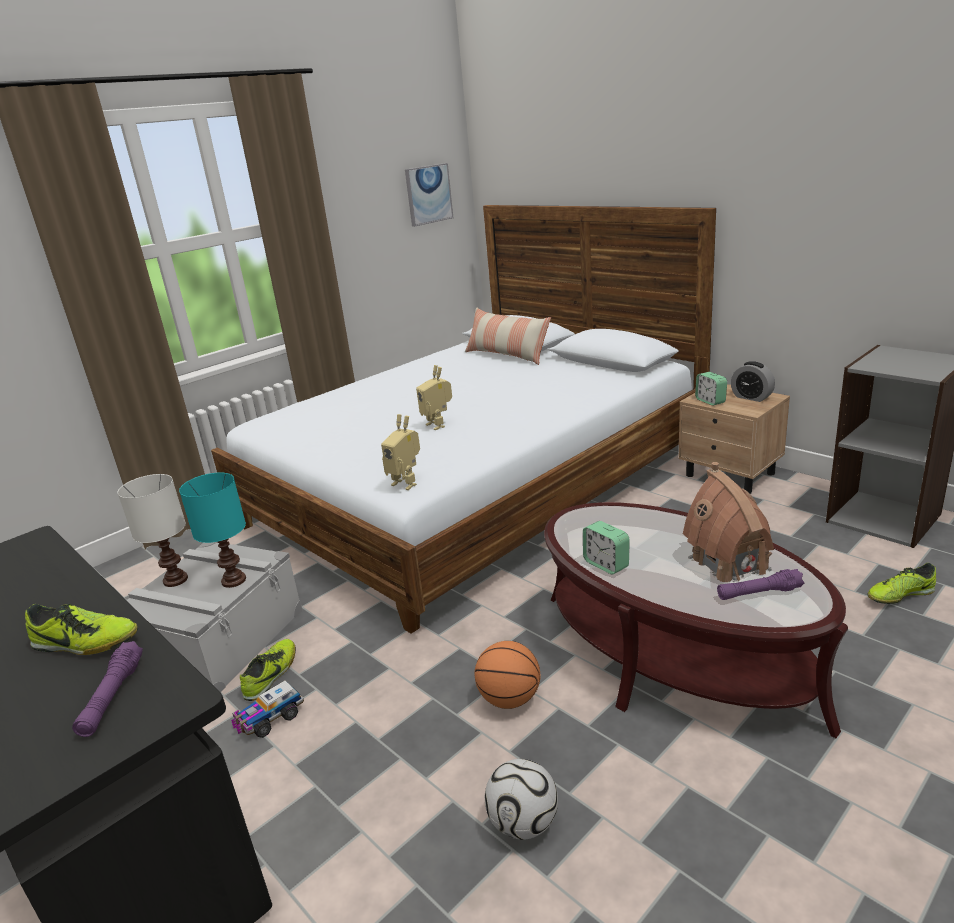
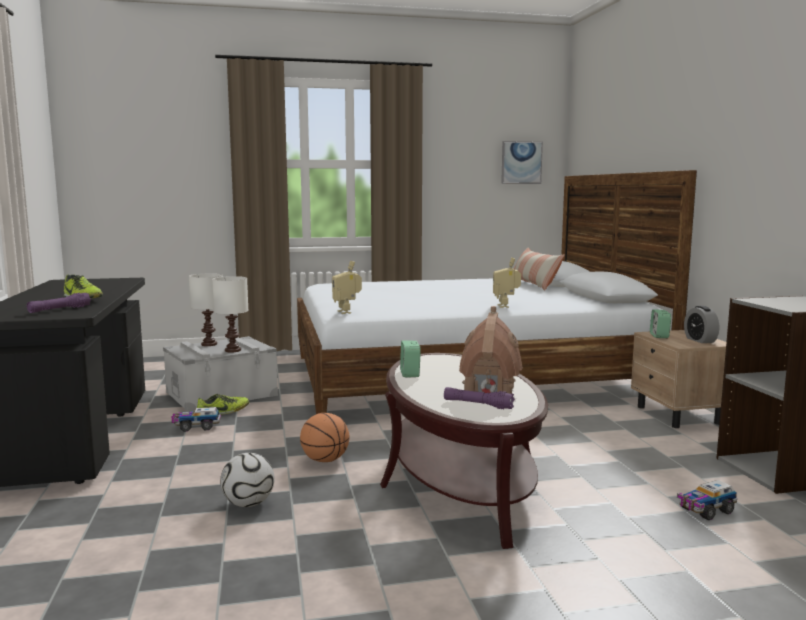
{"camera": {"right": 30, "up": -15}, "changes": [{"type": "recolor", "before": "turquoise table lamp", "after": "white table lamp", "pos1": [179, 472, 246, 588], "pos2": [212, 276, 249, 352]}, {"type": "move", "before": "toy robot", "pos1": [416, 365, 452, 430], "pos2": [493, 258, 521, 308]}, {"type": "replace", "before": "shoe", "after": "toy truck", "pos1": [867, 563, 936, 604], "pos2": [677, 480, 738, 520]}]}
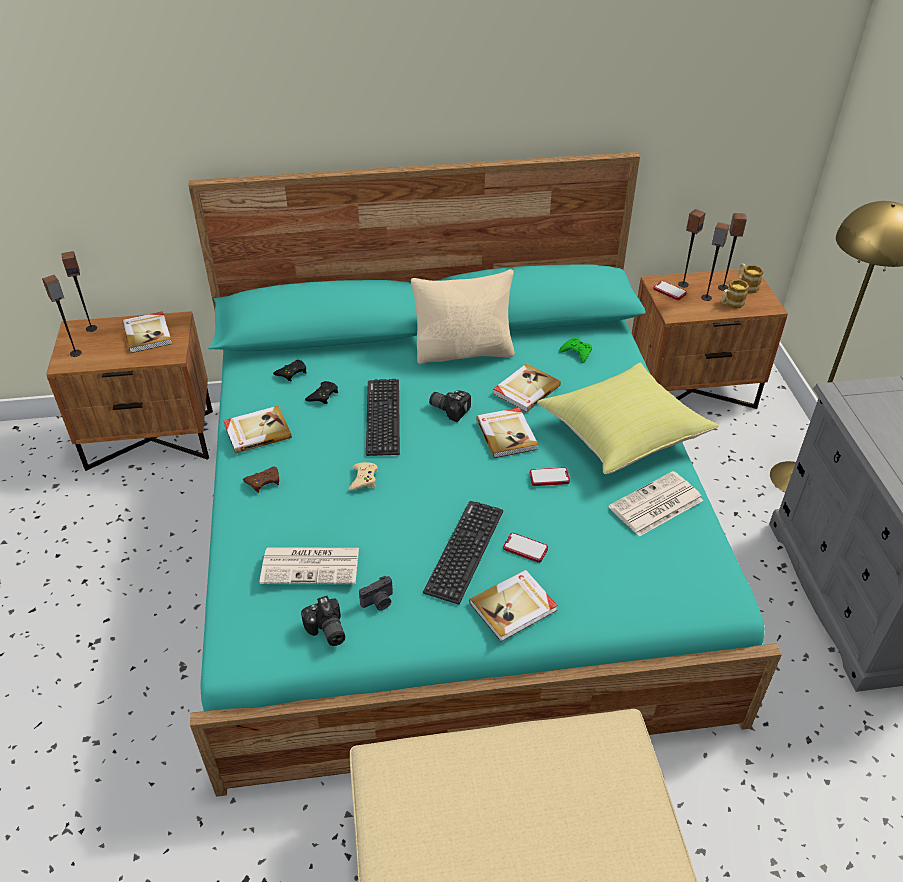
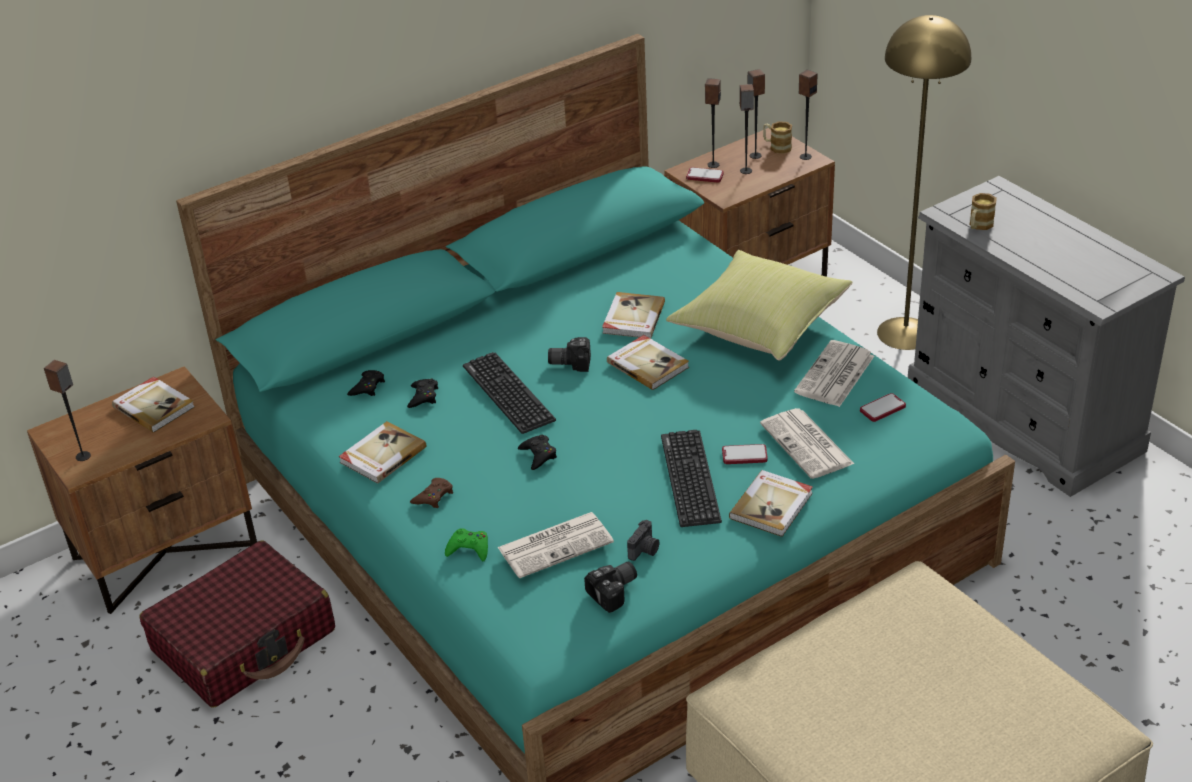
{"camera": {"right": -25, "up": -5}, "changes": [{"type": "move", "before": "speaker", "pos1": [61, 251, 97, 332], "pos2": [799, 70, 818, 160]}, {"type": "rotate", "before": "photo camera", "pos1": [301, 595, 345, 646], "pos2": [584, 562, 637, 613], "turn": -75}, {"type": "recolor", "before": "beige game controller", "after": "black game controller", "pos1": [348, 462, 378, 491], "pos2": [518, 435, 557, 470]}, {"type": "delete", "before": "beige pillow", "pos1": [411, 269, 515, 364]}, {"type": "move", "before": "phone", "pos1": [530, 467, 570, 486], "pos2": [860, 393, 906, 422]}, {"type": "move", "before": "green game controller", "pos1": [559, 337, 592, 363], "pos2": [445, 529, 488, 561]}, {"type": "move", "before": "mug", "pos1": [721, 279, 749, 309], "pos2": [970, 193, 997, 230]}, {"type": "insert", "after": "red suitcase", "pos2": [139, 540, 335, 707]}, {"type": "insert", "after": "newspaper", "pos2": [760, 408, 854, 479]}]}
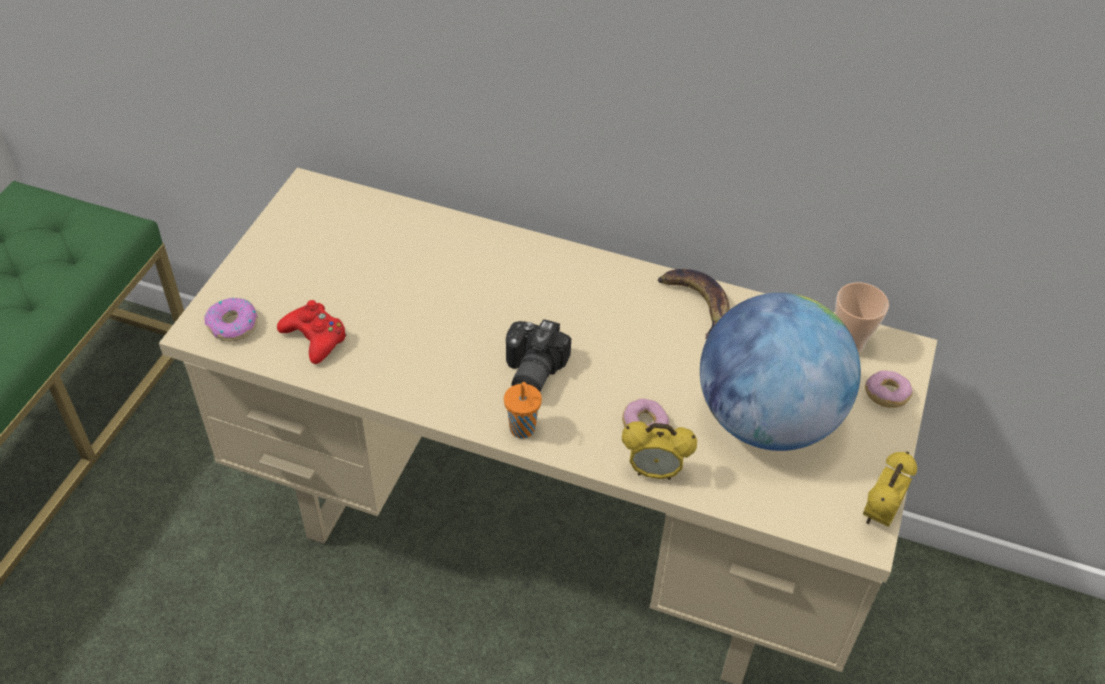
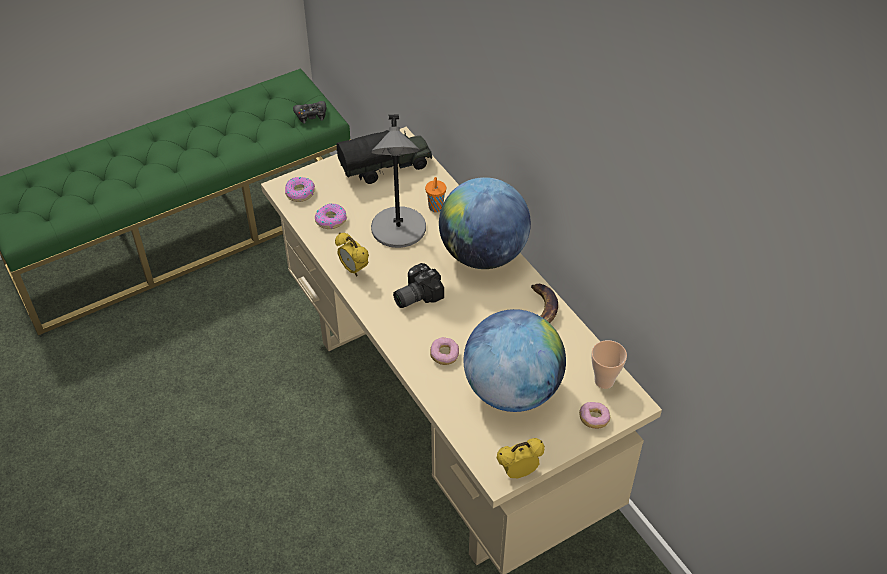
{"camera": {"right": 40, "up": 0}, "changes": [{"type": "replace", "before": "red game controller", "after": "donut", "pos1": [277, 300, 347, 364], "pos2": [315, 203, 347, 229]}, {"type": "move", "before": "orange cup", "pos1": [504, 382, 542, 439], "pos2": [425, 177, 446, 212]}, {"type": "move", "before": "alarm clock", "pos1": [622, 421, 697, 480], "pos2": [335, 233, 369, 276]}, {"type": "insert", "after": "black game controller", "pos2": [293, 101, 326, 124]}, {"type": "insert", "after": "toy truck", "pos2": [336, 130, 432, 184]}, {"type": "insert", "after": "grey table lamp", "pos2": [371, 114, 426, 248]}, {"type": "insert", "after": "globe", "pos2": [439, 177, 531, 269]}]}
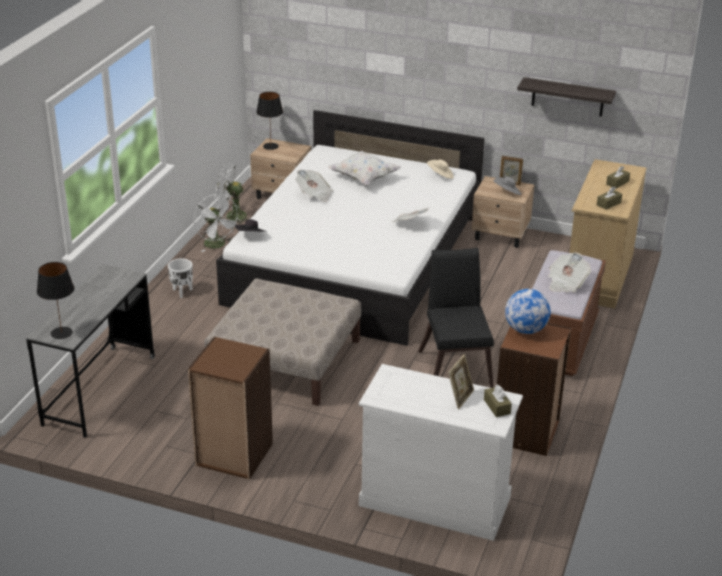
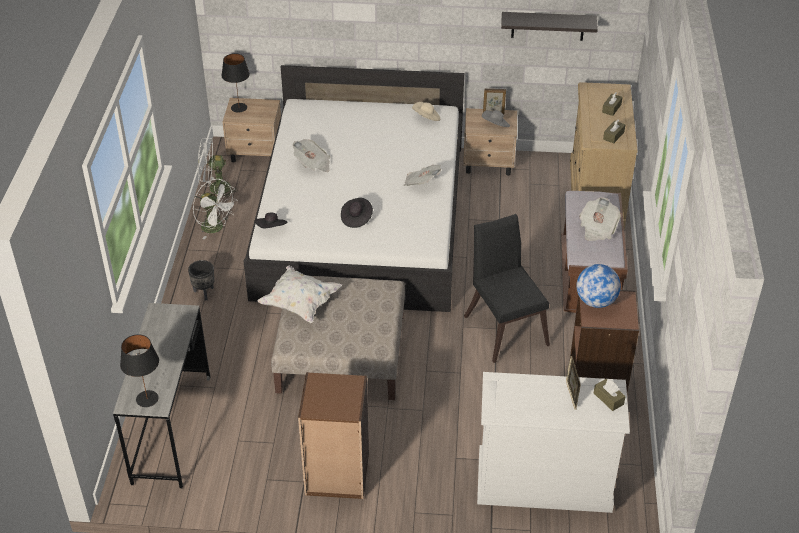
{"camera": {"right": -15, "up": 10}, "changes": [{"type": "recolor", "before": "white planter", "after": "black planter", "pos1": [168, 258, 193, 298], "pos2": [188, 260, 215, 301]}, {"type": "move", "before": "white pillow", "pos1": [328, 151, 402, 186], "pos2": [257, 266, 342, 323]}, {"type": "insert", "after": "black hat", "pos2": [341, 198, 373, 228]}]}
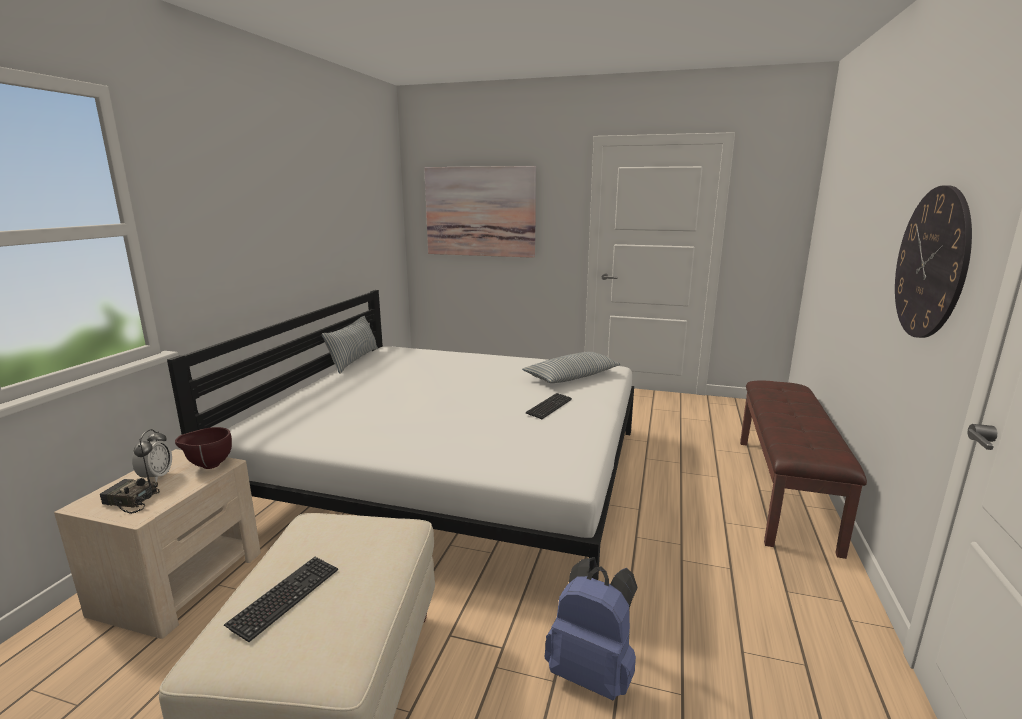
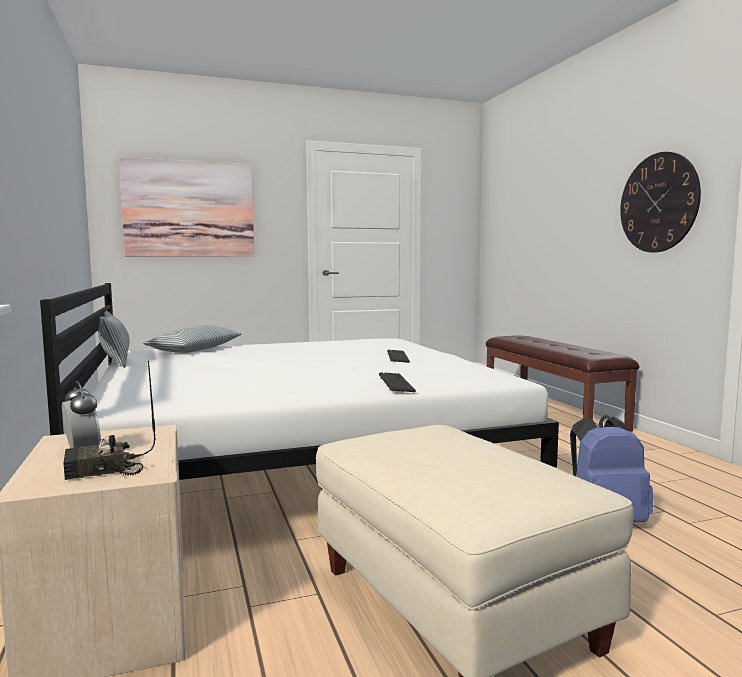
{"camera": {"right": -35, "up": -10}, "changes": [{"type": "delete", "before": "brown bowl", "pos1": [175, 427, 232, 469]}, {"type": "move", "before": "keyboard", "pos1": [224, 557, 338, 642], "pos2": [379, 372, 416, 392]}, {"type": "move", "before": "pillow", "pos1": [522, 352, 621, 383], "pos2": [143, 325, 242, 353]}]}
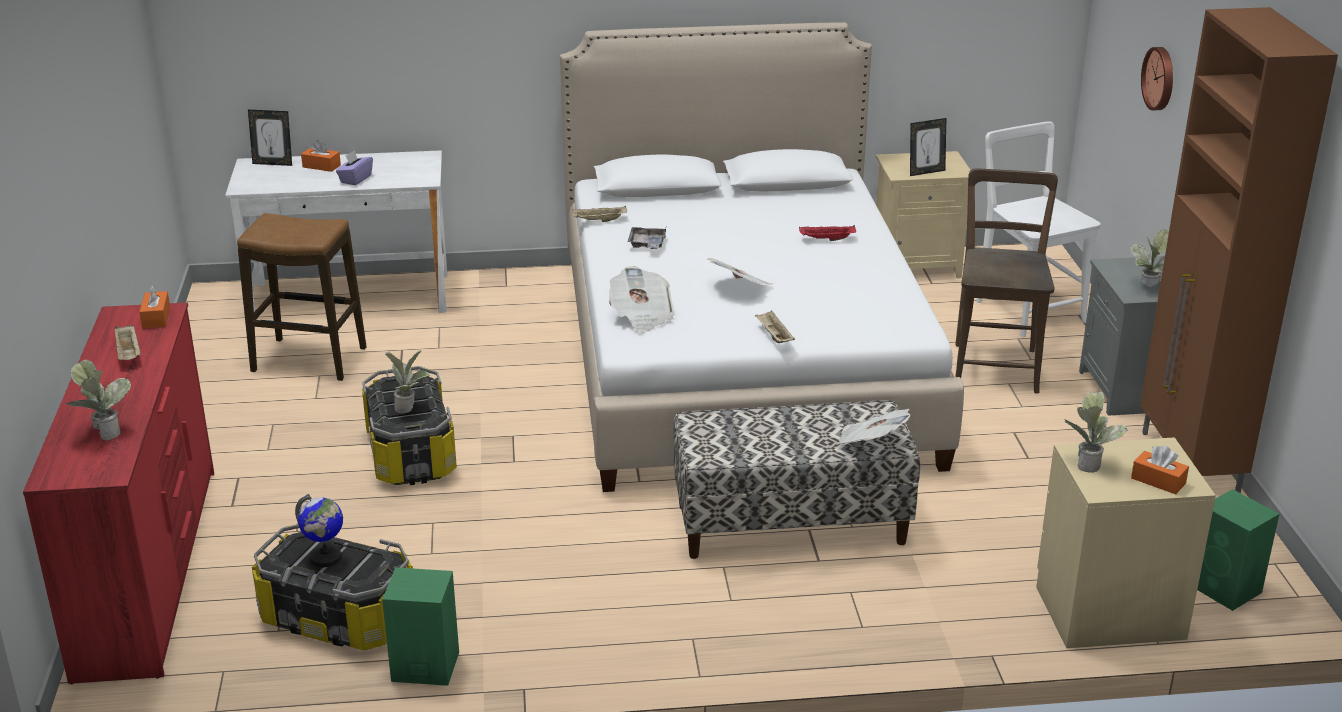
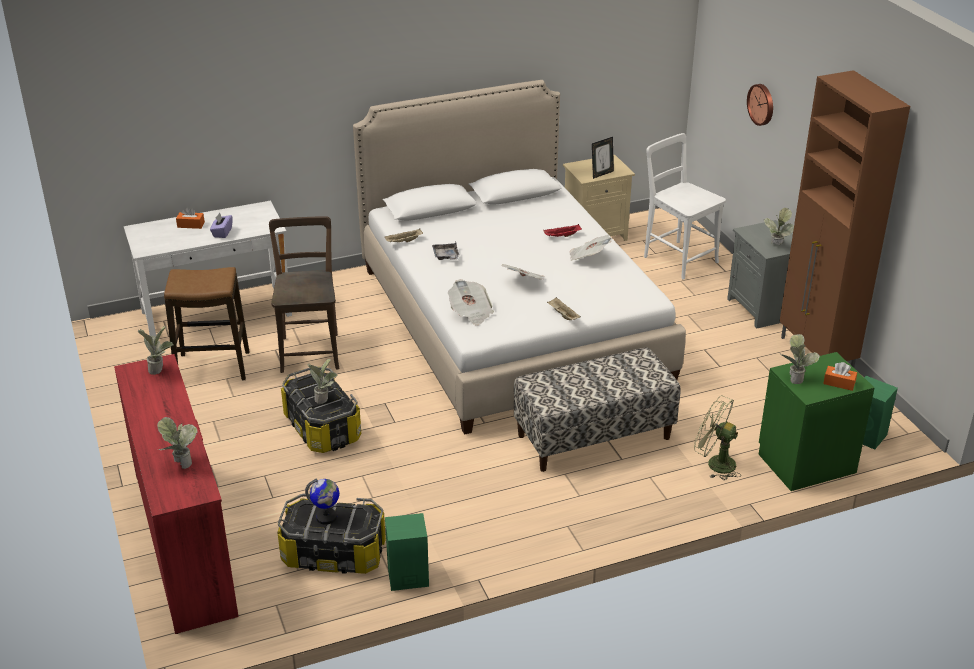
{"camera": {"right": -15, "up": 5}, "changes": [{"type": "delete", "before": "beige tray", "pos1": [115, 325, 141, 360]}, {"type": "replace", "before": "orange tissue box", "after": "potted plant", "pos1": [140, 284, 170, 328], "pos2": [138, 326, 174, 375]}, {"type": "delete", "before": "picture frame", "pos1": [248, 110, 292, 166]}, {"type": "move", "before": "newspaper", "pos1": [836, 409, 910, 445], "pos2": [570, 235, 612, 261]}, {"type": "move", "before": "brown chair", "pos1": [955, 169, 1058, 394], "pos2": [269, 216, 339, 373]}, {"type": "recolor", "before": "beige nightstand", "after": "green nightstand", "pos1": [1036, 437, 1216, 648], "pos2": [759, 352, 875, 491]}, {"type": "insert", "after": "green fan", "pos2": [694, 395, 741, 480]}]}
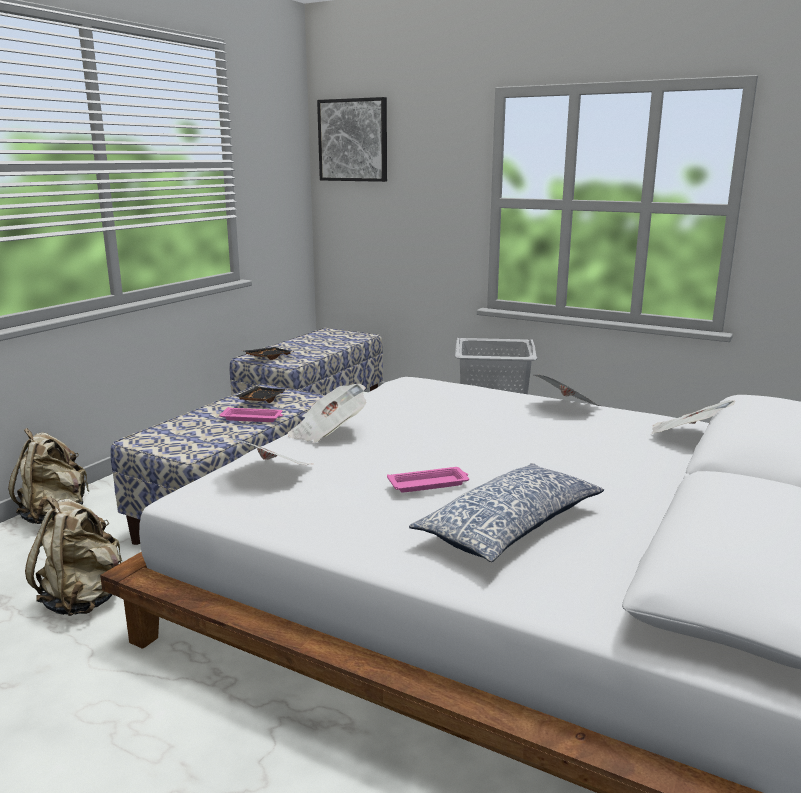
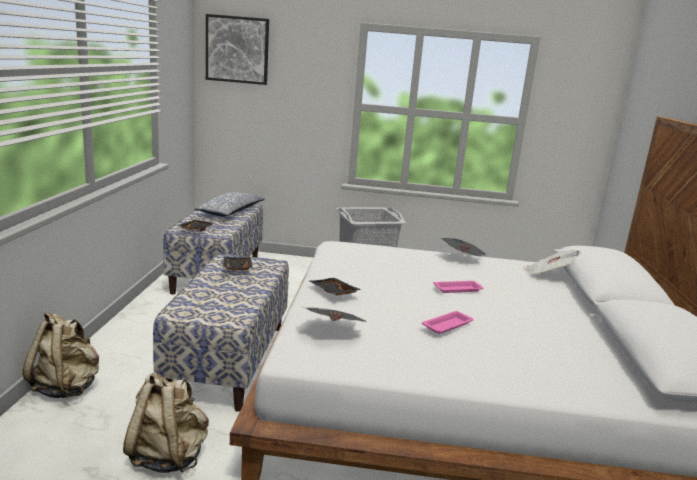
{"camera": {"right": -25, "up": 0}, "changes": [{"type": "move", "before": "pink tray", "pos1": [220, 407, 283, 422], "pos2": [433, 281, 483, 293]}, {"type": "replace", "before": "newspaper", "after": "black tray", "pos1": [288, 384, 367, 442], "pos2": [310, 278, 361, 295]}, {"type": "move", "before": "pillow", "pos1": [409, 463, 604, 562], "pos2": [194, 192, 265, 217]}]}
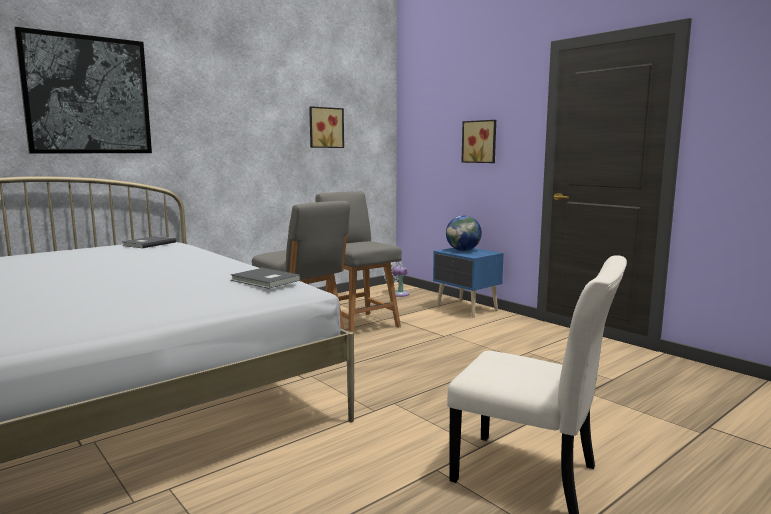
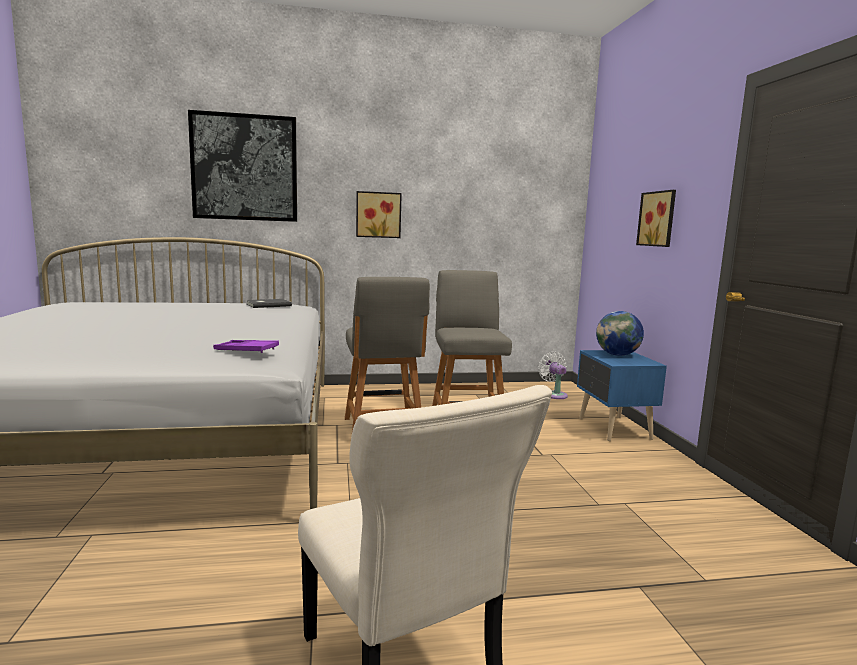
{"camera": {"right": 30, "up": 0}, "changes": [{"type": "replace", "before": "grey book", "after": "purple tray", "pos1": [230, 268, 301, 289], "pos2": [213, 340, 279, 353]}, {"type": "move", "before": "picture", "pos1": [309, 106, 344, 148], "pos2": [356, 191, 402, 238]}]}
